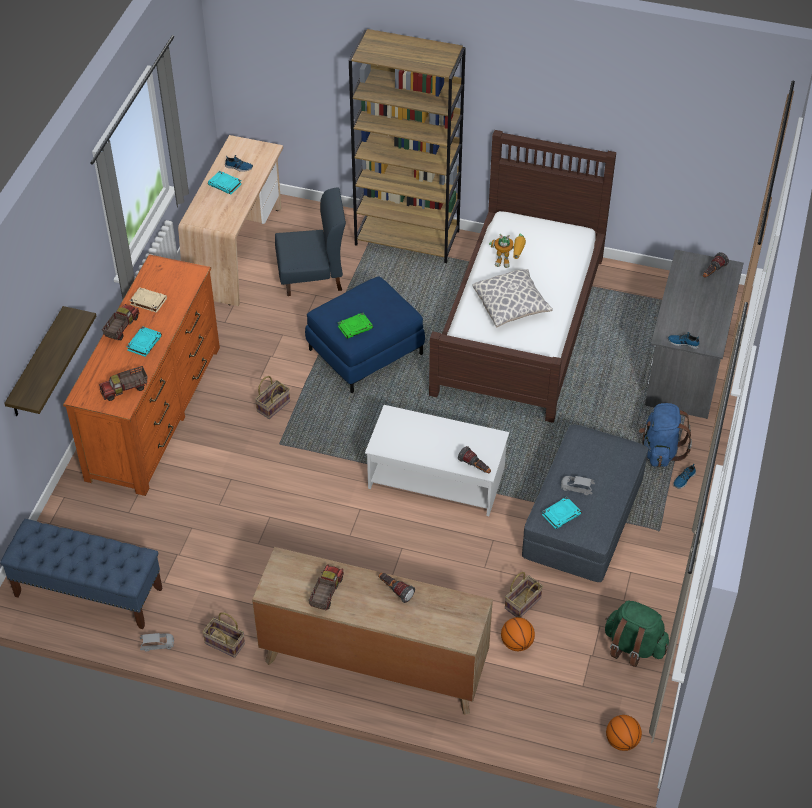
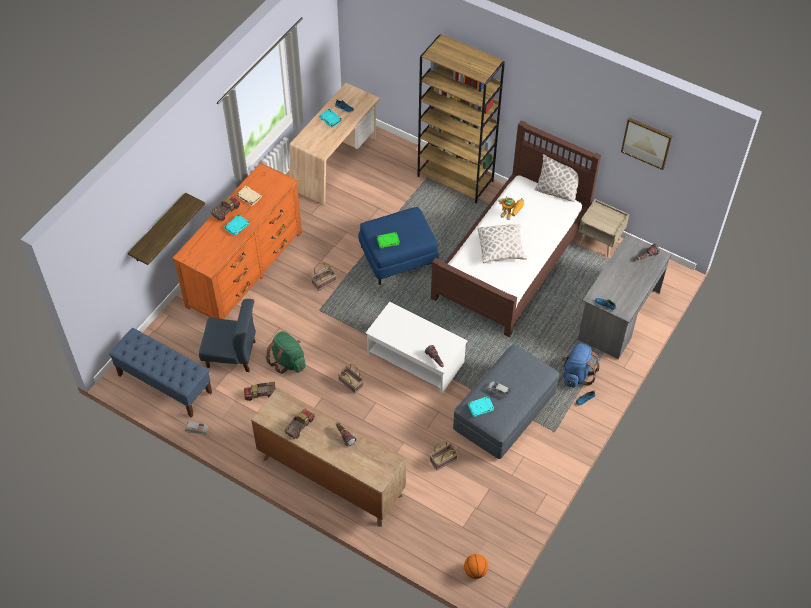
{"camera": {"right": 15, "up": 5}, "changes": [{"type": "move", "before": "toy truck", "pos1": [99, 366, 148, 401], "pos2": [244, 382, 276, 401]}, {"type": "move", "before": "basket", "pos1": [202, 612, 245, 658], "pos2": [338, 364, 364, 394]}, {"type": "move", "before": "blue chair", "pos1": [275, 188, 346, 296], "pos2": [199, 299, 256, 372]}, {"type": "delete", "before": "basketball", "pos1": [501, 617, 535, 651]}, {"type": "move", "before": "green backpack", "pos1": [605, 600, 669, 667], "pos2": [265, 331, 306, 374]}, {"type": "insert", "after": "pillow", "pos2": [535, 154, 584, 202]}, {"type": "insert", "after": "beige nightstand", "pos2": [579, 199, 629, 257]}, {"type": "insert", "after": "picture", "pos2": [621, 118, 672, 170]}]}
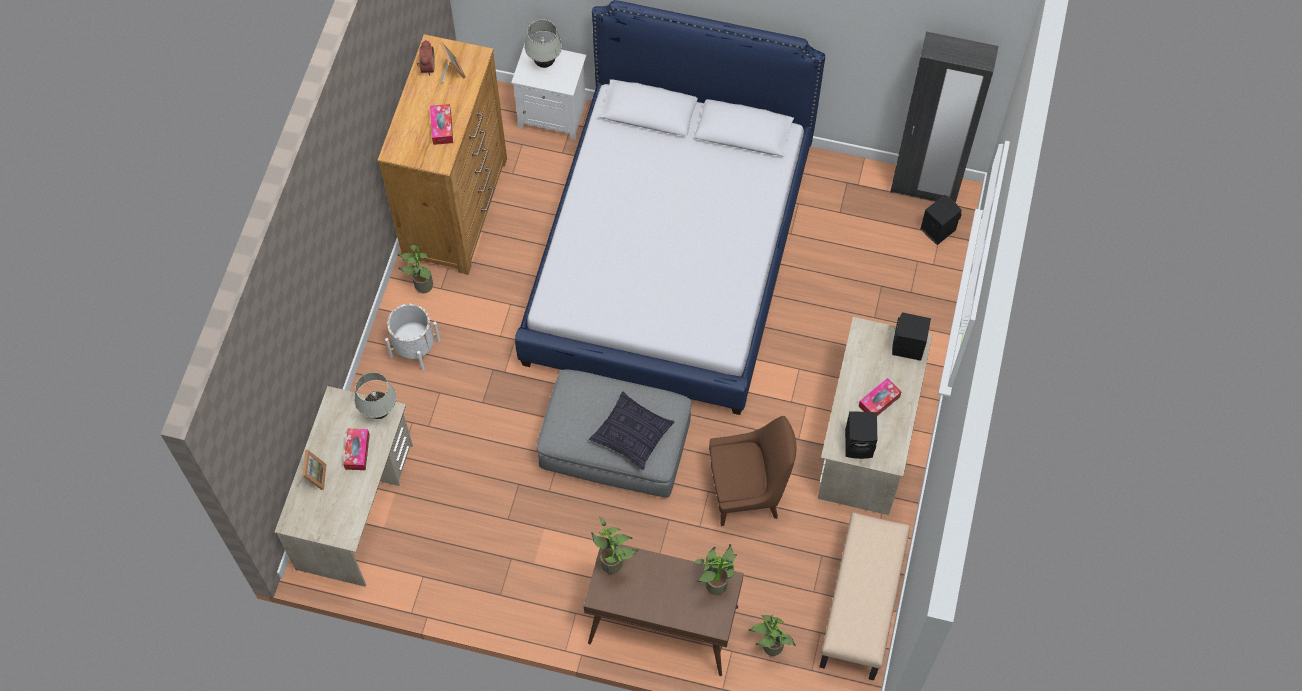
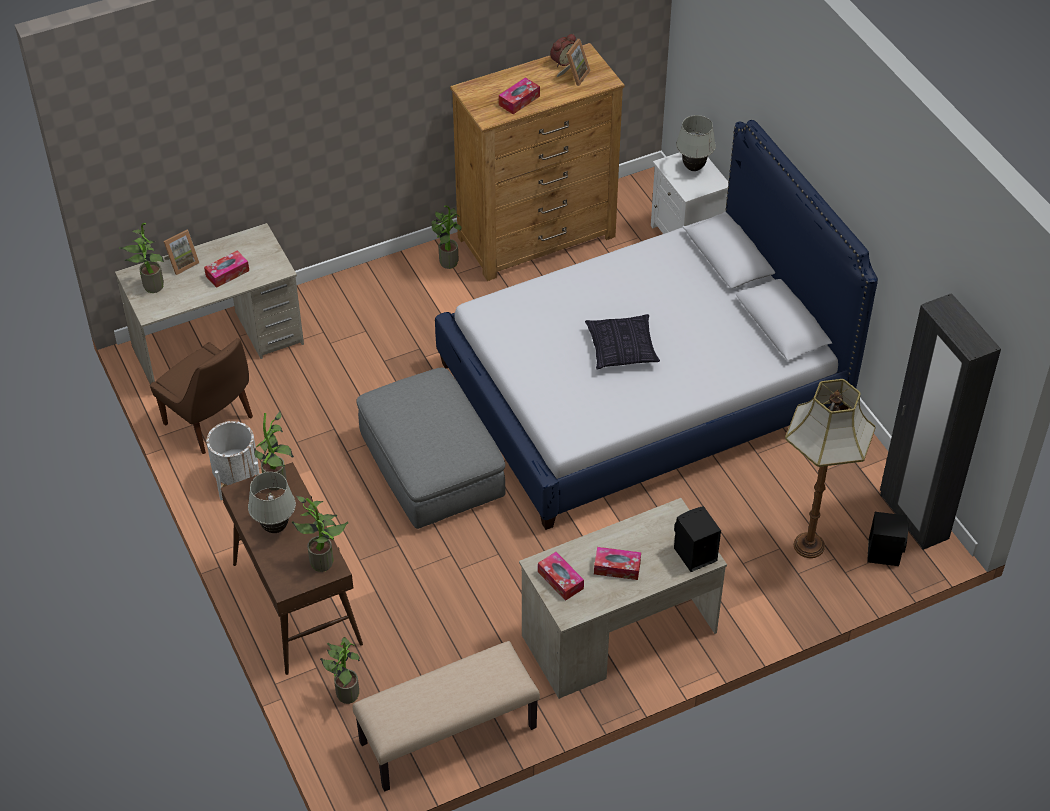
{"camera": {"right": 50, "up": -15}, "changes": [{"type": "move", "before": "white table lamp", "pos1": [354, 372, 397, 419], "pos2": [248, 472, 296, 533]}, {"type": "move", "before": "white planter", "pos1": [385, 304, 440, 371], "pos2": [207, 421, 260, 500]}, {"type": "move", "before": "pillow", "pos1": [589, 391, 674, 470], "pos2": [585, 314, 660, 370]}, {"type": "move", "before": "brown chair", "pos1": [709, 416, 796, 526], "pos2": [150, 338, 253, 454]}, {"type": "replace", "before": "black speaker", "after": "tissue box", "pos1": [845, 411, 878, 459], "pos2": [538, 552, 584, 601]}, {"type": "insert", "after": "potted plant", "pos2": [120, 223, 164, 293]}, {"type": "insert", "after": "floor lamp", "pos2": [785, 379, 876, 558]}]}
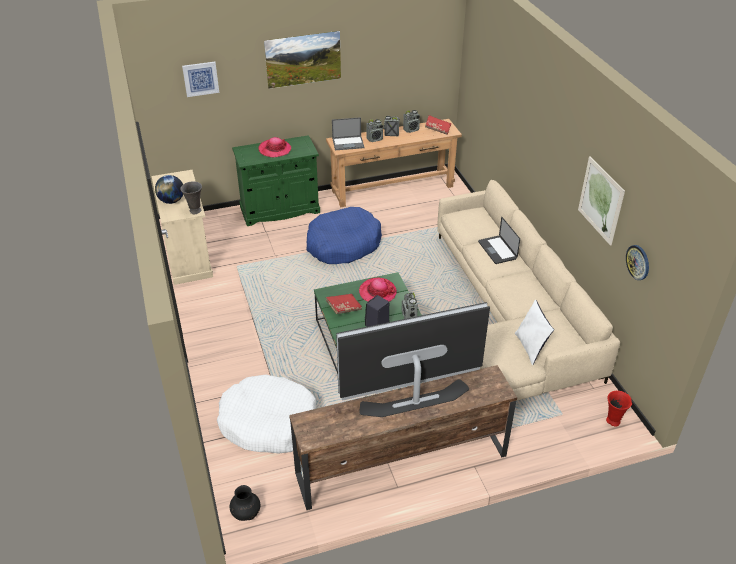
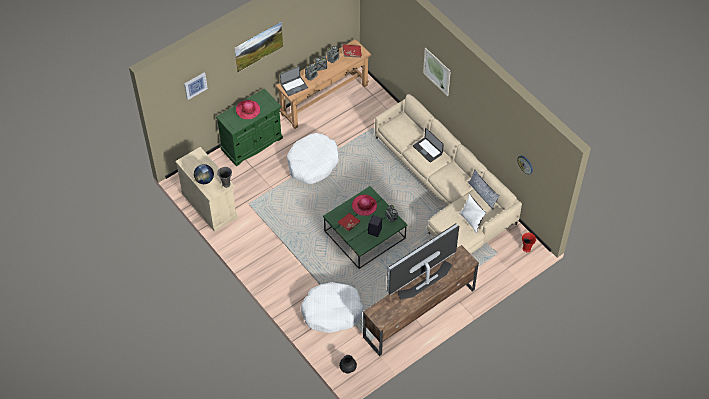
{"camera": {"right": -20, "up": 15}, "changes": [{"type": "recolor", "before": "blue dog bed", "after": "white dog bed", "pos1": [307, 207, 382, 264], "pos2": [287, 133, 339, 184]}, {"type": "move", "before": "picture", "pos1": [578, 157, 625, 246], "pos2": [423, 47, 451, 96]}, {"type": "insert", "after": "pillow", "pos2": [468, 170, 500, 209]}]}
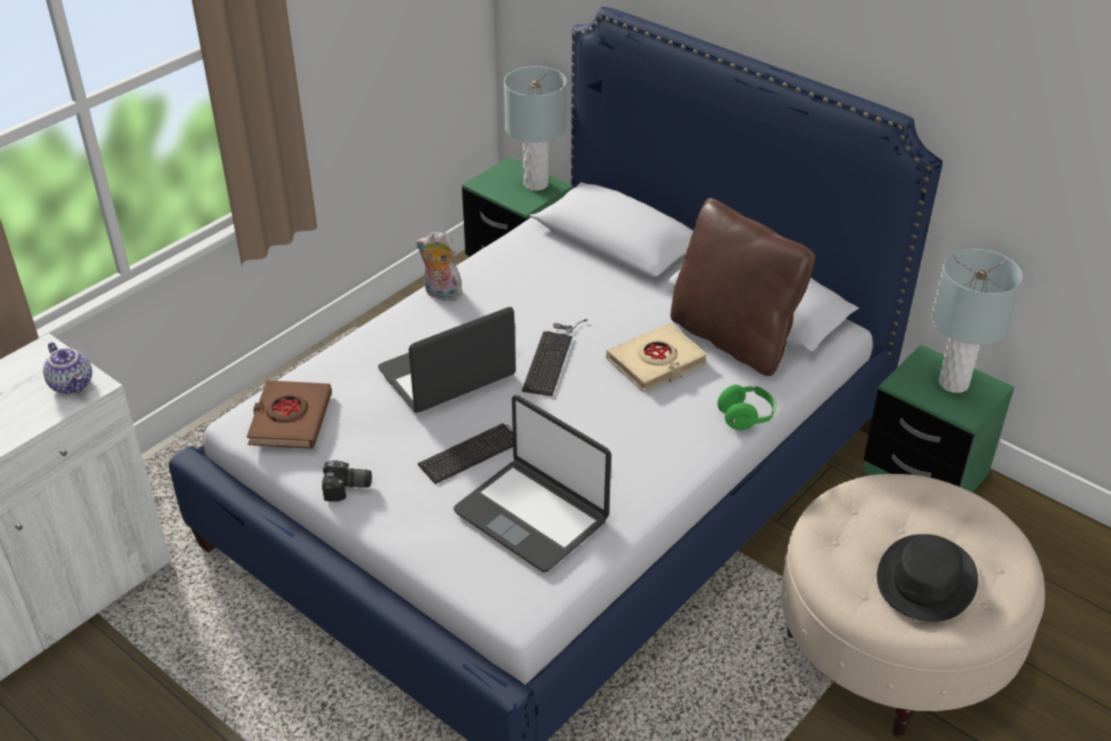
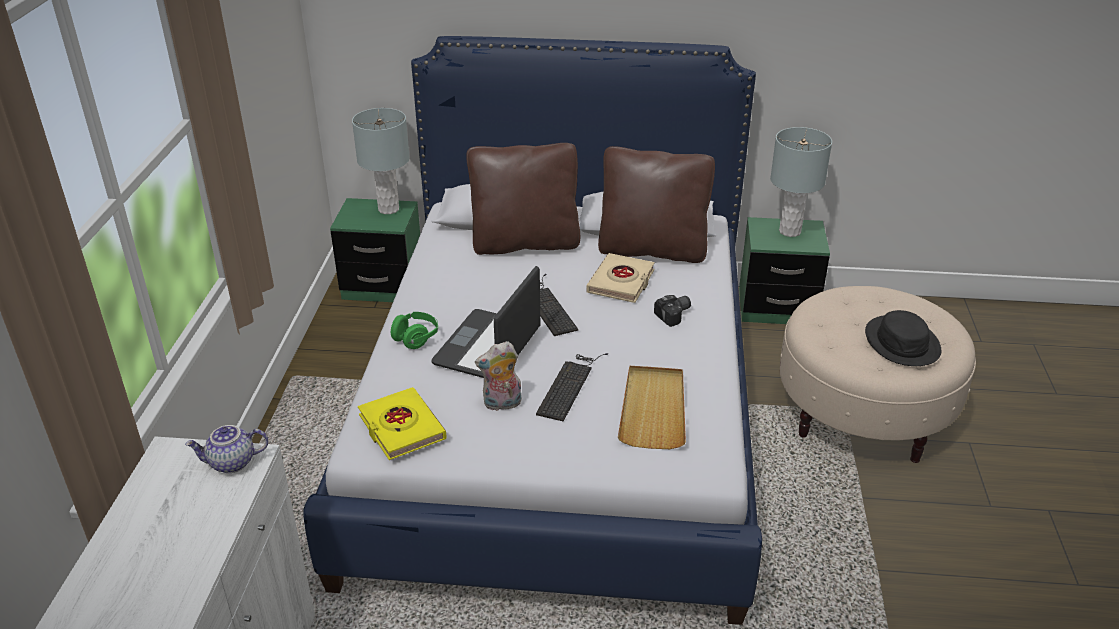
{"camera": {"right": -35, "up": -5}, "changes": [{"type": "rotate", "before": "teapot", "pos1": [43, 342, 92, 394], "pos2": [185, 425, 268, 473], "turn": 150}, {"type": "recolor", "before": "brown book", "after": "yellow book", "pos1": [247, 380, 332, 449], "pos2": [358, 387, 446, 460]}, {"type": "move", "before": "photo camera", "pos1": [322, 460, 372, 502], "pos2": [654, 295, 691, 327]}, {"type": "move", "before": "plush toy", "pos1": [416, 231, 462, 301], "pos2": [475, 341, 522, 411]}, {"type": "replace", "before": "laptop", "after": "beige tray", "pos1": [453, 395, 611, 572], "pos2": [618, 366, 686, 449]}, {"type": "move", "before": "green headphones", "pos1": [717, 385, 776, 430], "pos2": [391, 312, 438, 349]}, {"type": "insert", "after": "brown pillow", "pos2": [466, 143, 580, 255]}]}
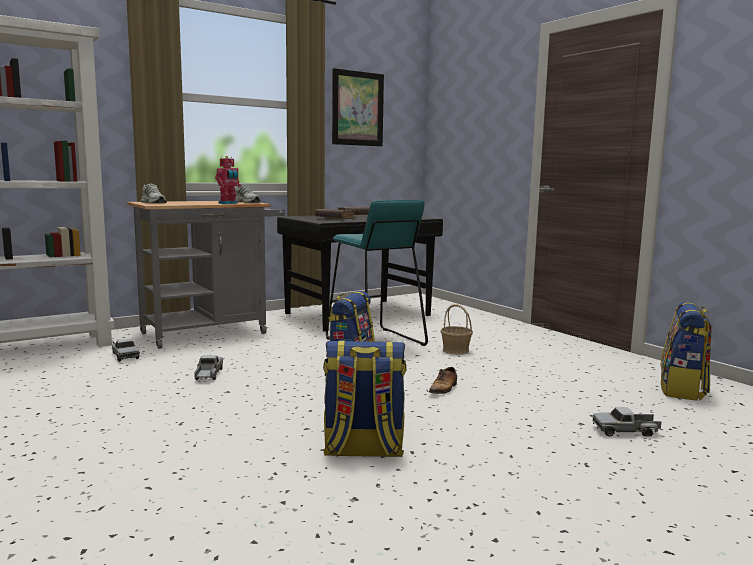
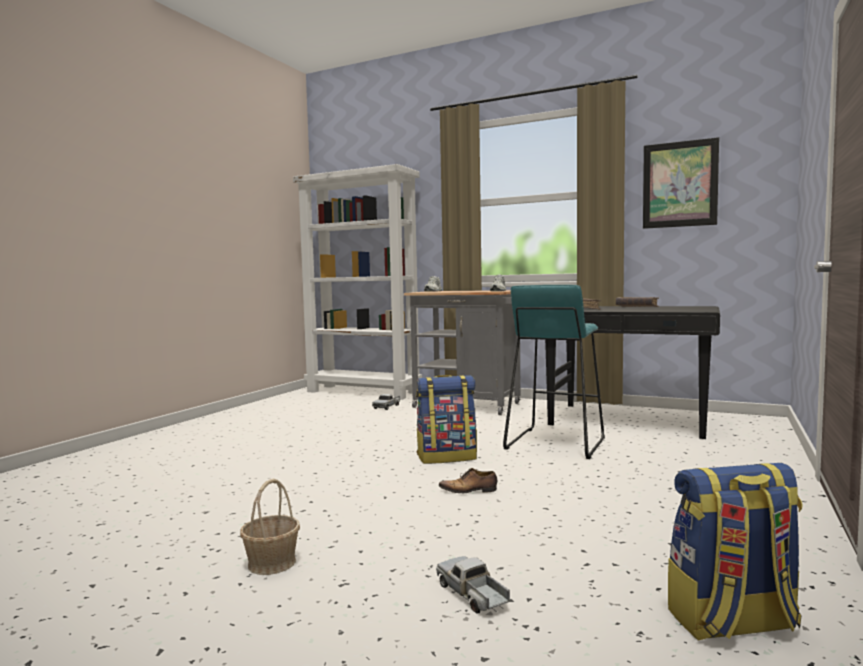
{"camera": {"right": 60, "up": -5}, "changes": [{"type": "delete", "before": "toy truck", "pos1": [194, 355, 223, 380]}, {"type": "delete", "before": "toy robot", "pos1": [215, 156, 241, 204]}, {"type": "delete", "before": "backpack", "pos1": [323, 341, 407, 457]}, {"type": "move", "before": "basket", "pos1": [440, 304, 473, 355], "pos2": [240, 479, 300, 575]}]}
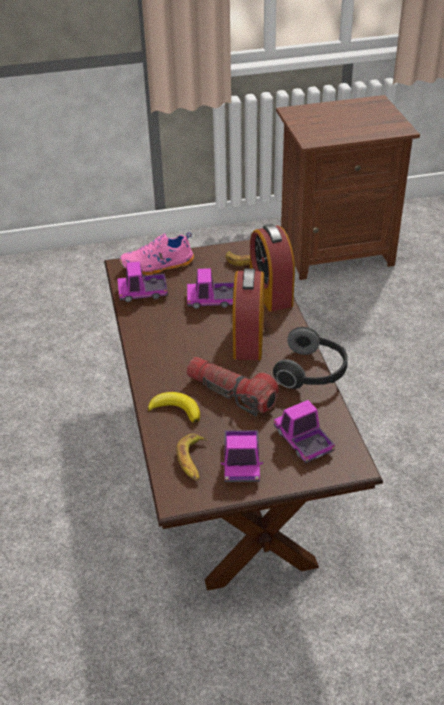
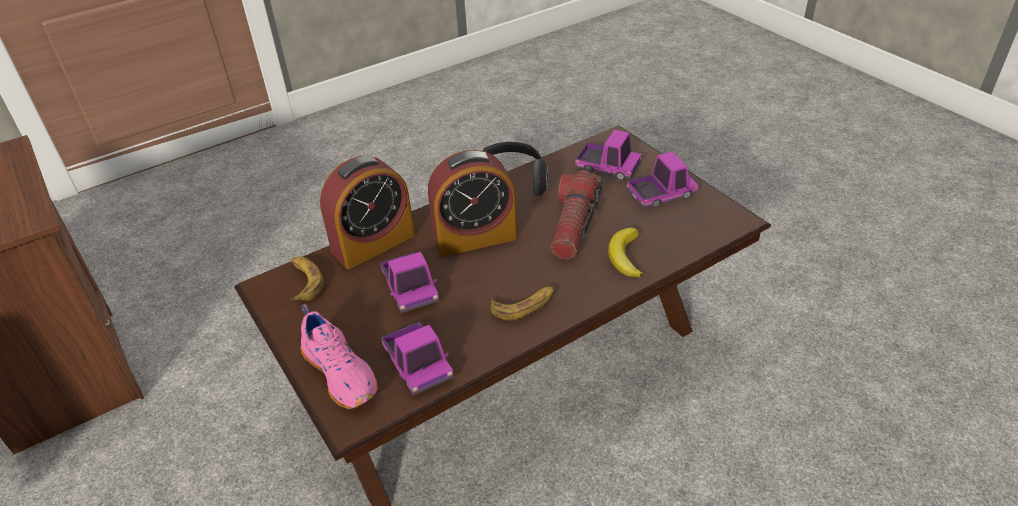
{"camera": {"right": -110, "up": 0}, "changes": [{"type": "move", "before": "banana", "pos1": [176, 433, 208, 481], "pos2": [490, 286, 554, 321]}, {"type": "rotate", "before": "toy truck", "pos1": [274, 400, 335, 463], "pos2": [575, 130, 642, 180], "turn": -105}]}
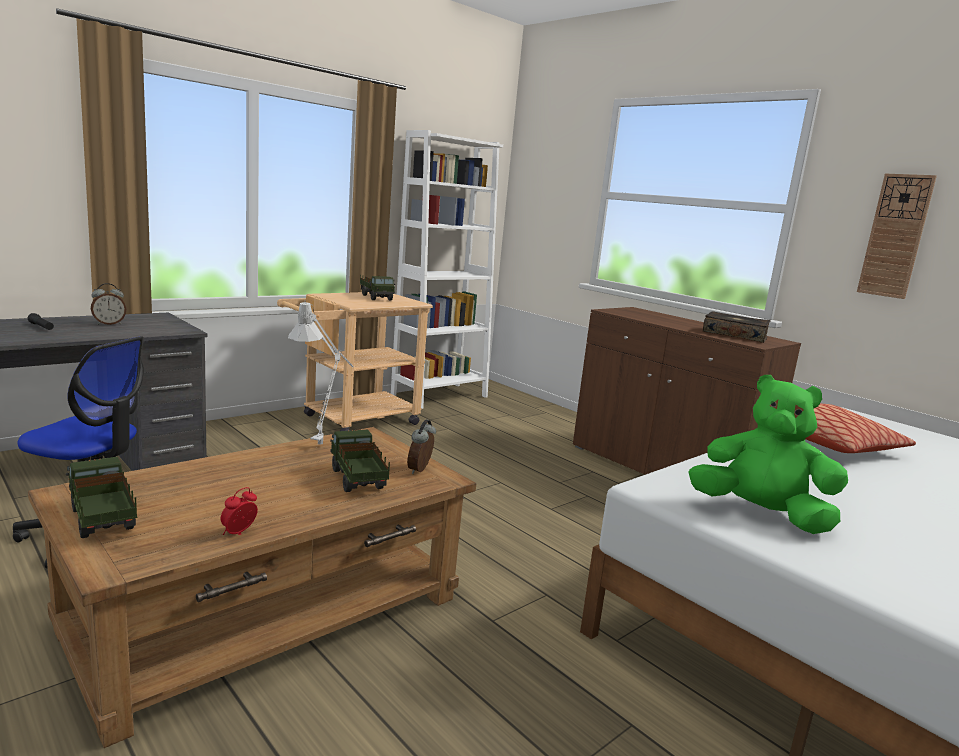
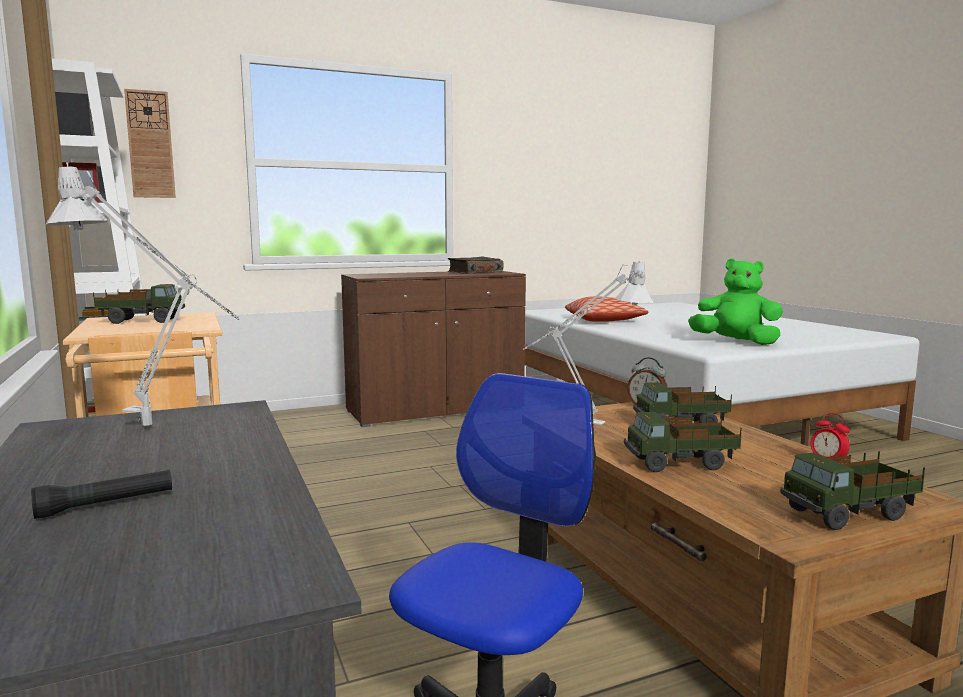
{"camera": {"right": -70, "up": -5}, "changes": [{"type": "delete", "before": "alarm clock", "pos1": [91, 283, 126, 325]}, {"type": "rotate", "before": "green plush toy", "pos1": [688, 375, 848, 534], "pos2": [688, 259, 783, 345], "turn": 75}, {"type": "move", "before": "wall clock", "pos1": [857, 174, 937, 299], "pos2": [124, 89, 176, 198]}, {"type": "insert", "after": "grey table lamp", "pos2": [45, 162, 239, 426]}, {"type": "insert", "after": "toy truck", "pos2": [624, 412, 741, 472]}]}
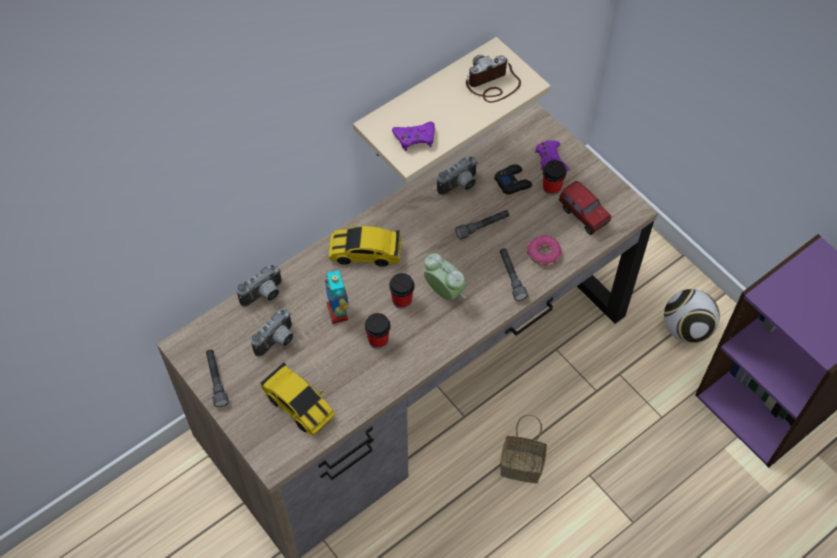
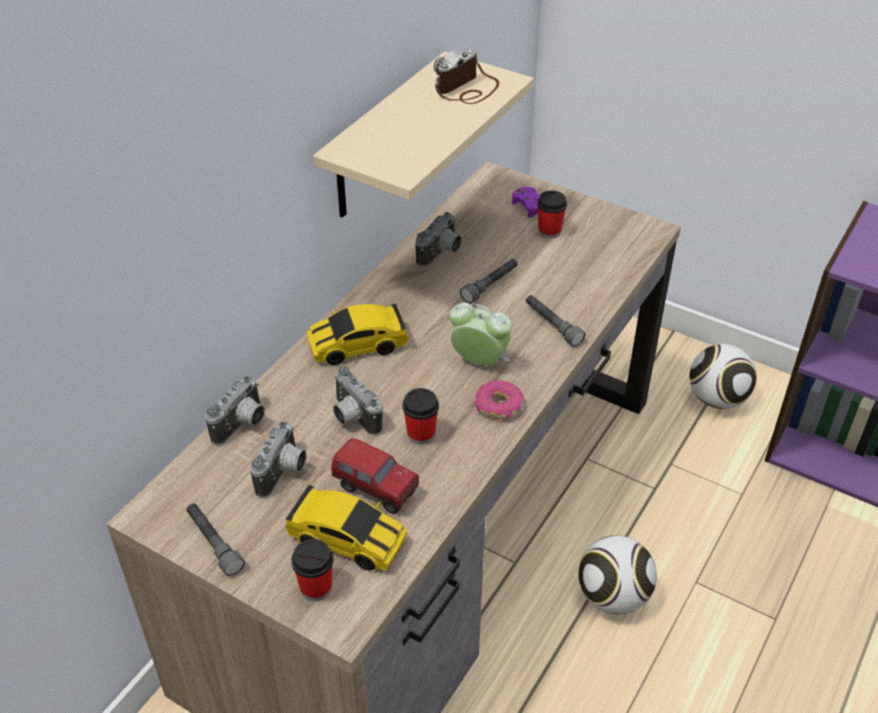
{"camera": {"right": -20, "up": -15}, "changes": [{"type": "replace", "before": "toy robot", "after": "photo camera", "pos1": [325, 270, 349, 324], "pos2": [333, 366, 382, 435]}, {"type": "move", "before": "cup", "pos1": [389, 273, 414, 309], "pos2": [291, 539, 333, 601]}, {"type": "delete", "before": "purple game controller", "pos1": [392, 121, 435, 151]}, {"type": "delete", "before": "black game controller", "pos1": [494, 164, 532, 195]}, {"type": "replace", "before": "basket", "after": "football", "pos1": [500, 415, 547, 483], "pos2": [578, 535, 657, 614]}, {"type": "move", "before": "donut", "pos1": [527, 235, 562, 266], "pos2": [475, 380, 524, 420]}, {"type": "move", "before": "toy truck", "pos1": [559, 181, 611, 235], "pos2": [331, 438, 419, 514]}]}
